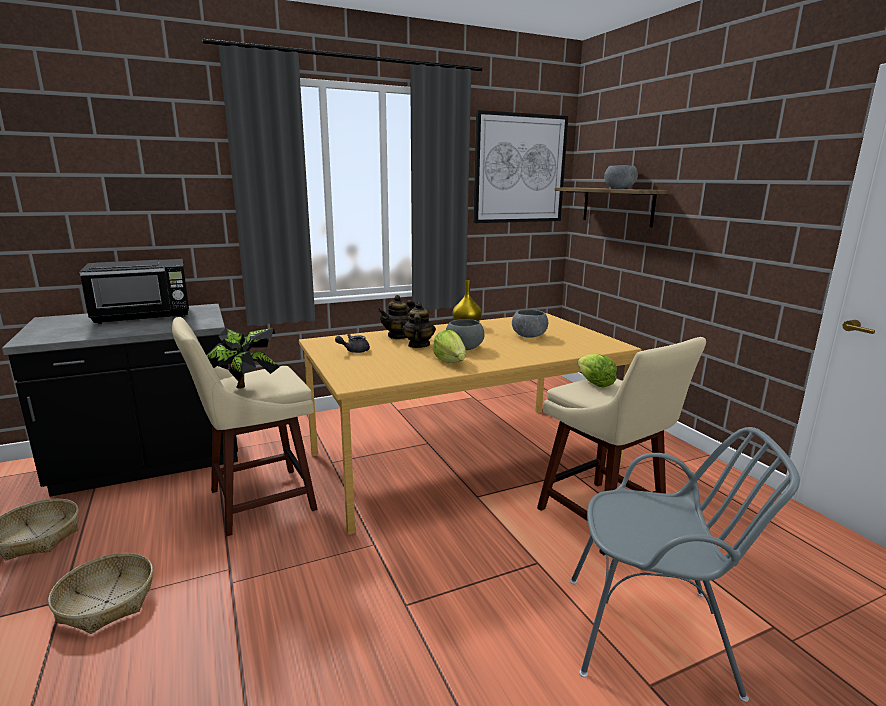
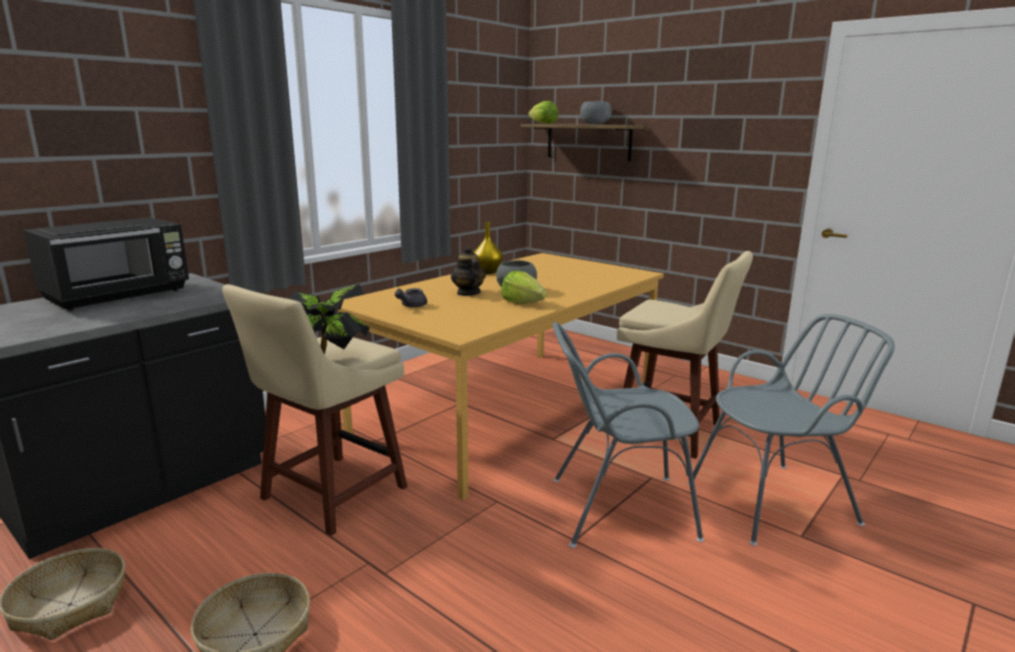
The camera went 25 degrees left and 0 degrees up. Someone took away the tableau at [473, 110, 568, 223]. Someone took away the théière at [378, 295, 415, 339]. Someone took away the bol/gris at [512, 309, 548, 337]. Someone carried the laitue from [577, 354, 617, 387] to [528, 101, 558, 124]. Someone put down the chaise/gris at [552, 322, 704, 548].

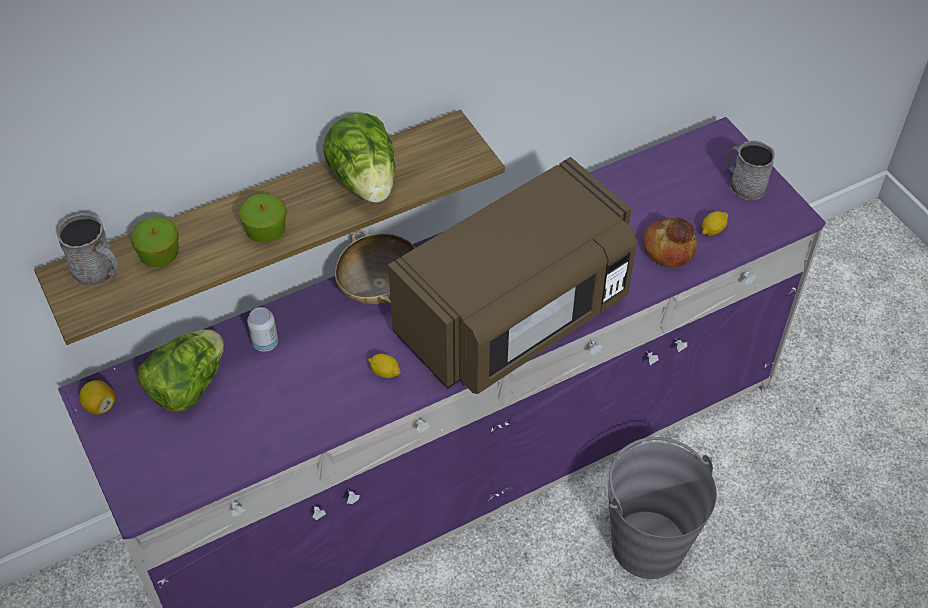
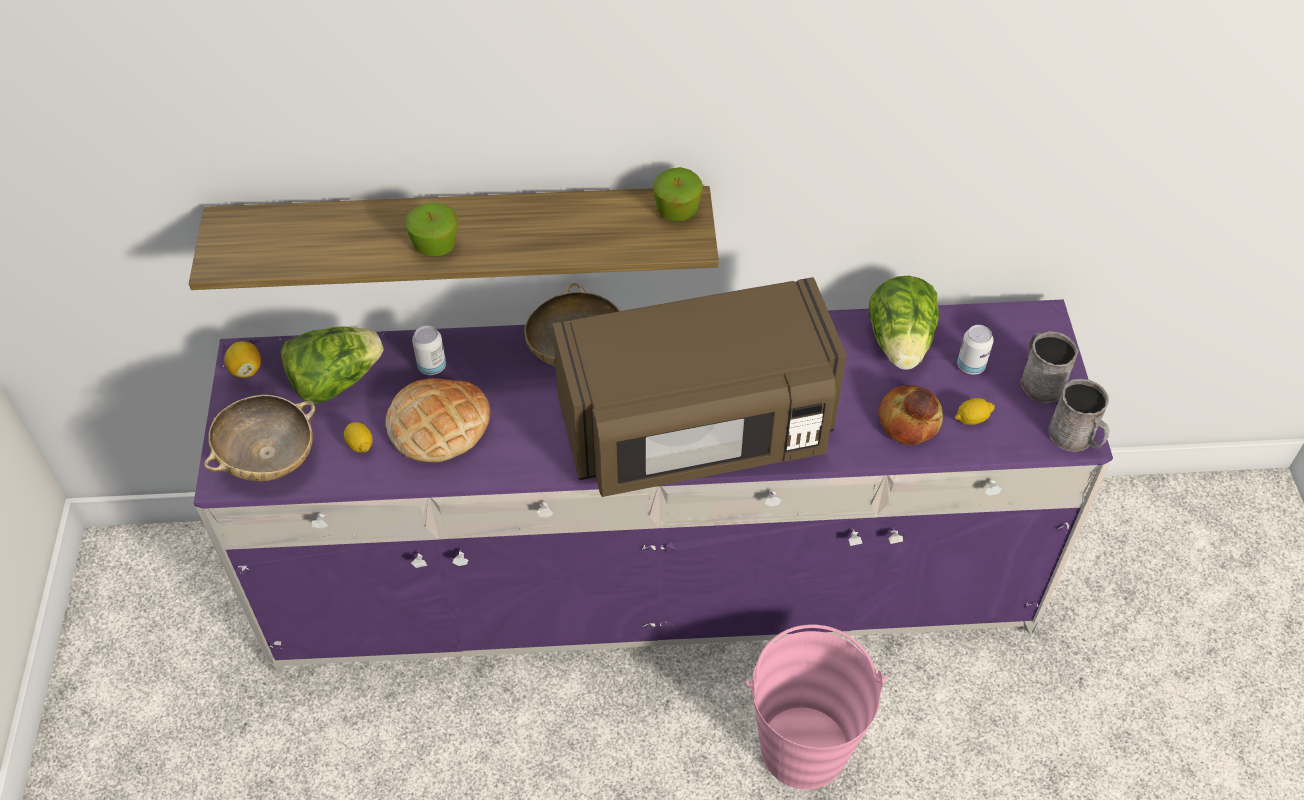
The camera went 25 degrees right and 0 degrees up. Someone carried the laitue from [323, 113, 395, 202] to [869, 276, 939, 370]. Someone carried the mug/gris from [57, 213, 119, 286] to [1049, 379, 1109, 452]. Someone carried the pomme from [131, 216, 179, 268] to [653, 167, 703, 221]. Someone carried the citron from [368, 354, 401, 378] to [344, 422, 373, 453]. Someone repainted the seau/gris at [608, 437, 717, 579], which became the seau/rose at [745, 624, 887, 790]. Someone put down the boîte métallique at [957, 325, 994, 375]. Someone put down the pain at [385, 378, 490, 463]. Someone put down the bol/beige at [204, 395, 315, 481].

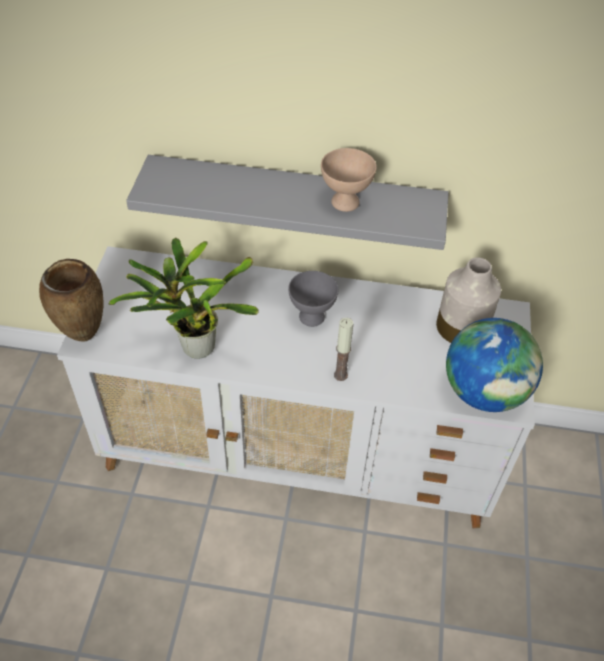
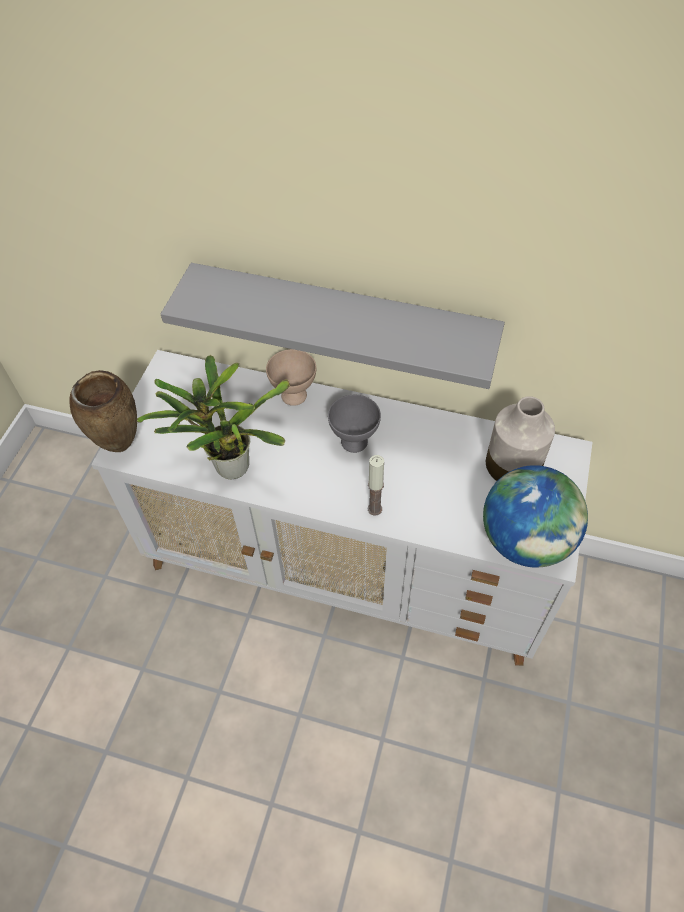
The camera went 10 degrees right and 5 degrees up. Someone carried the bol/beige from [321, 148, 377, 212] to [266, 349, 317, 406].

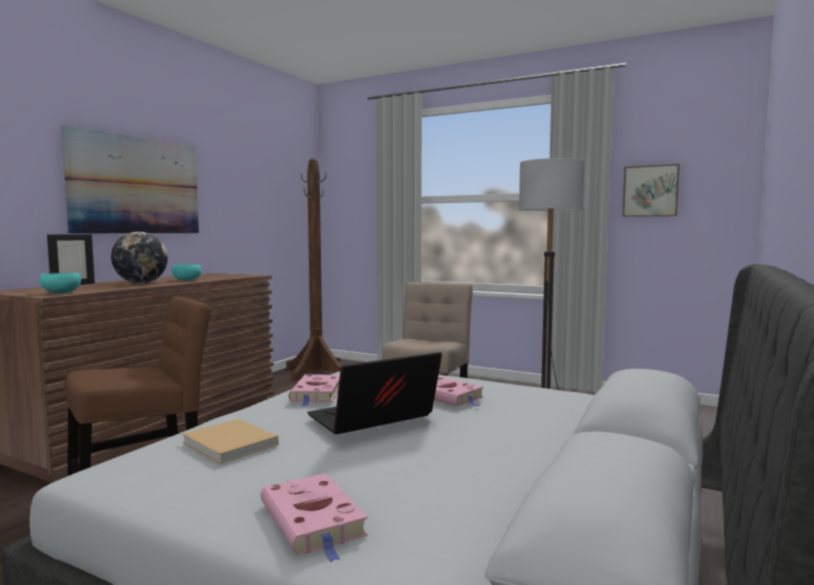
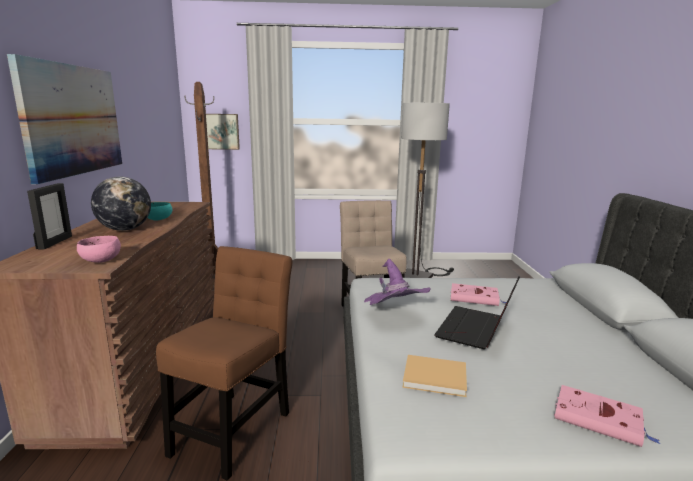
The camera went 30 degrees left and 10 degrees up. Someone carried the tableau from [622, 164, 680, 217] to [206, 114, 240, 150]. Someone repainted the bol/turquoise at [40, 273, 81, 294], which became the bol/rose at [77, 236, 121, 263]. Someone swapped the livre/rose at [288, 374, 340, 407] for the chapeau/violet at [364, 259, 431, 305].

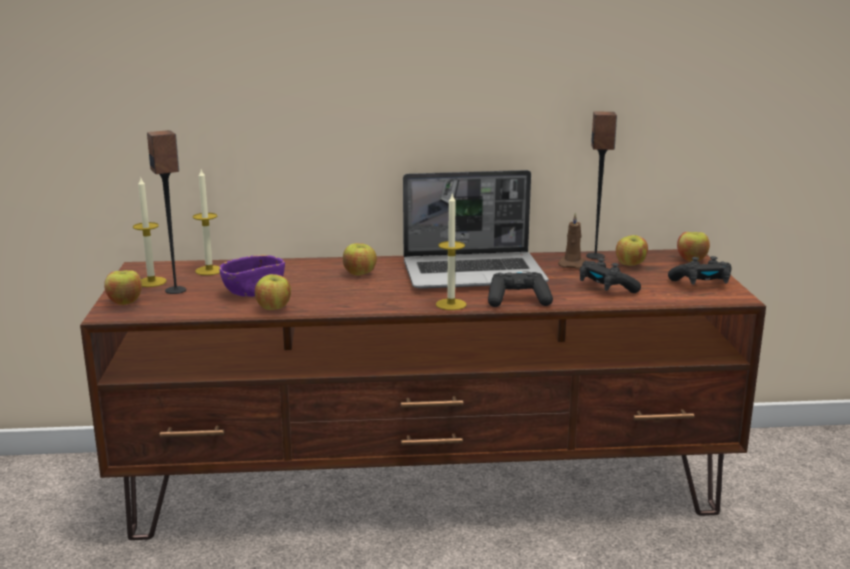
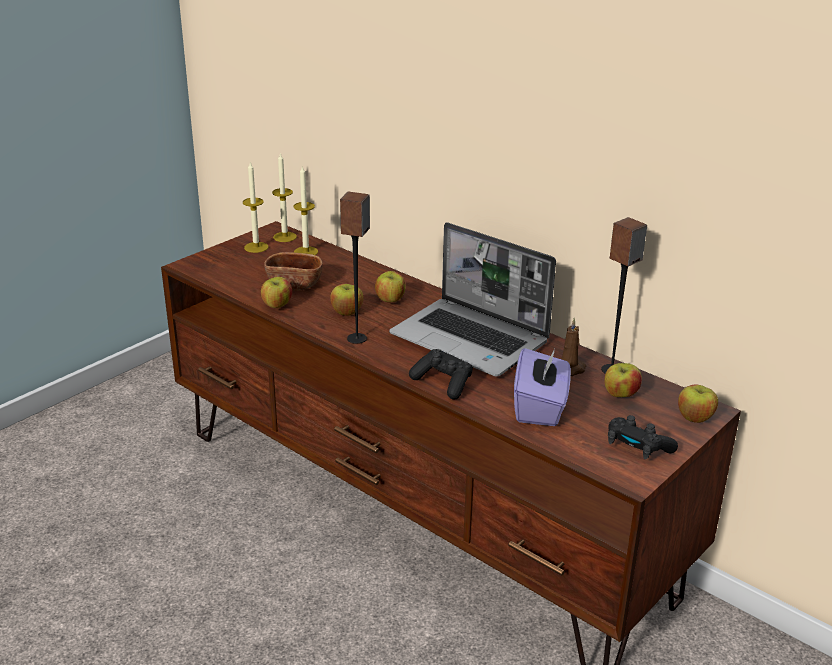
The camera went 45 degrees right and 10 degrees up. Someone carried the enceinte from [147, 130, 186, 294] to [340, 192, 370, 344]. Someone carried the bougie from [436, 194, 466, 310] to [272, 153, 297, 242]. Someone repainted the bol/violet at [219, 255, 285, 297], which became the bol/marron at [264, 252, 323, 291]. Someone swapped the manette/noir at [580, 258, 641, 293] for the boîte à mouchoirs/violet at [514, 347, 571, 426]. Someone carried the pomme from [104, 270, 142, 305] to [330, 284, 364, 316].

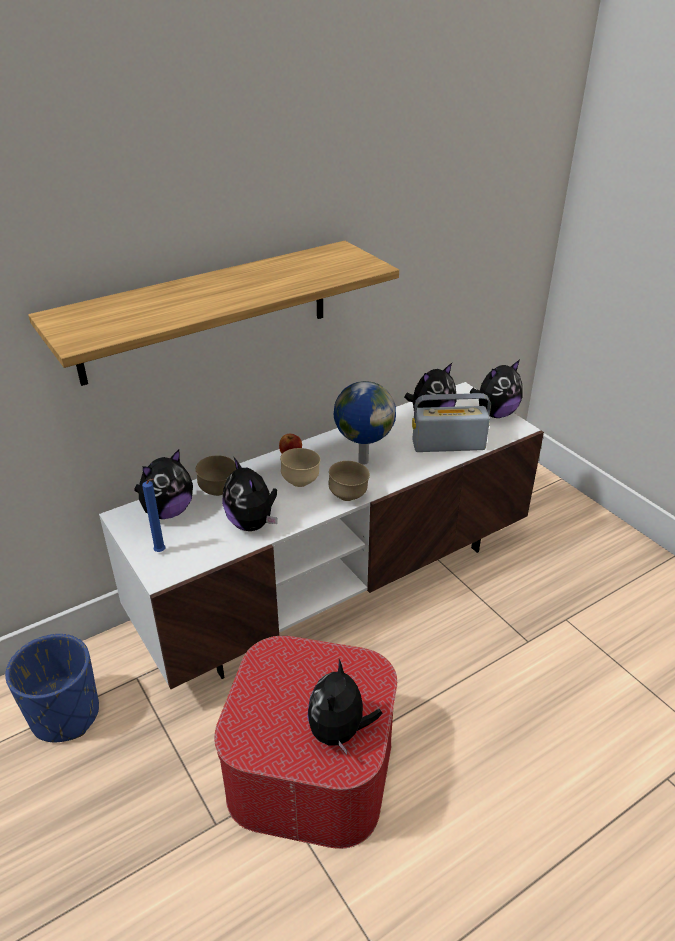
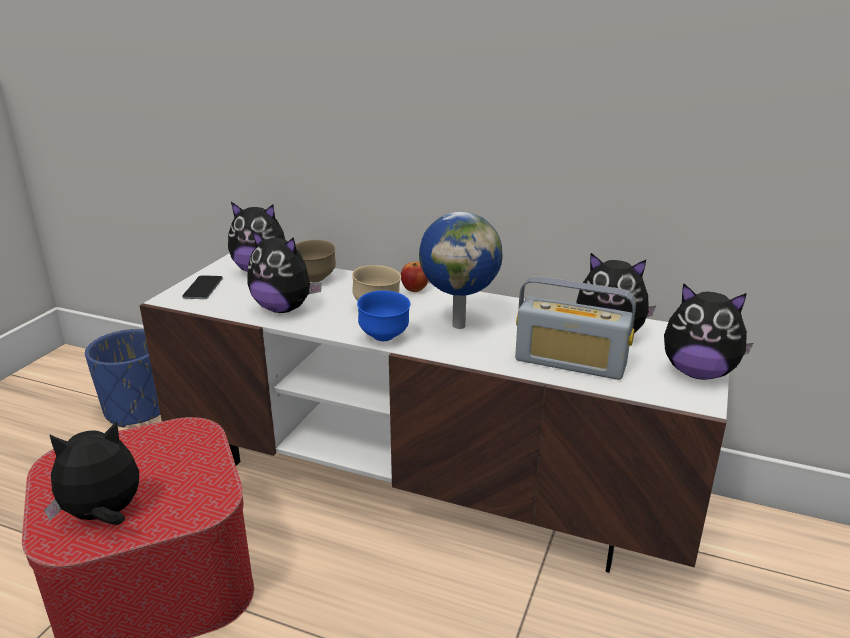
The camera went 55 degrees right and 10 degrees down. Someone took away the étagère at [28, 241, 399, 386]. Someone rotated the radio at [412, 393, 491, 452] by 150 degrees clockwise. Someone rotated the peluche at [222, 457, 277, 531] by 90 degrees counterclockwise. Someone repainted the bol/marron at [328, 461, 370, 501], which became the bol/bleu at [357, 290, 411, 341]. Someone swapped the bougie/bleu at [142, 479, 166, 552] for the téléphone at [182, 275, 223, 299].

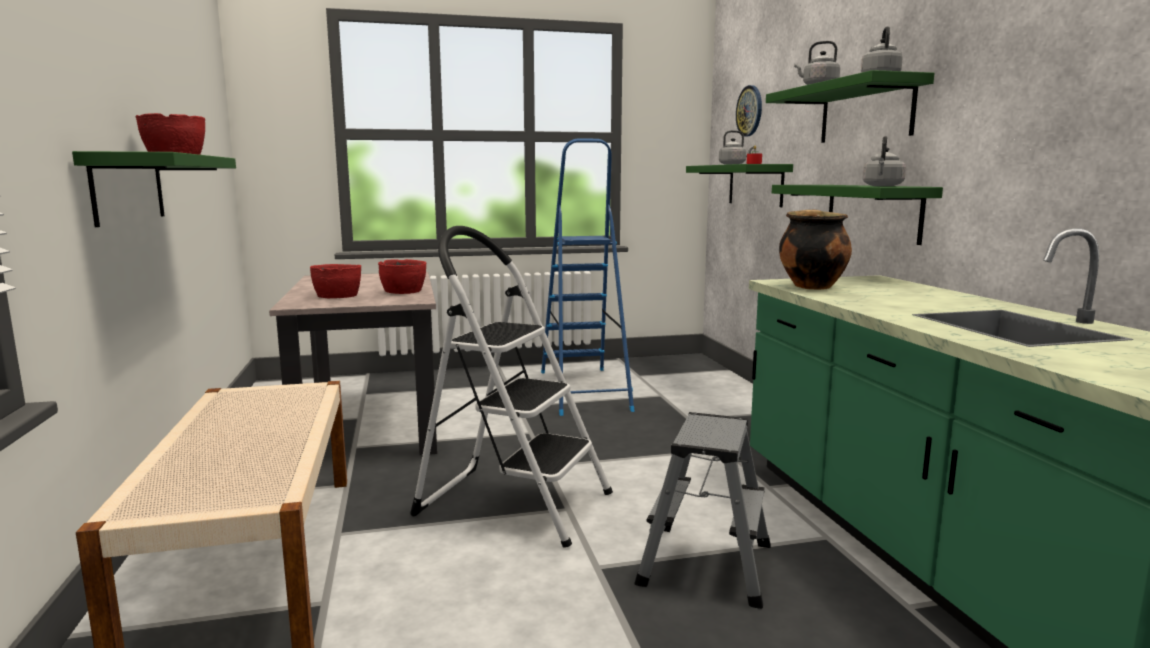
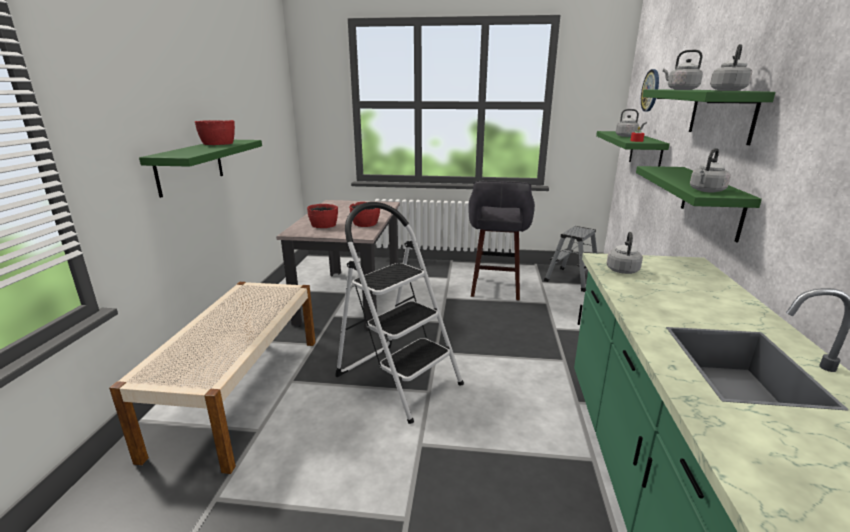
The camera went 20 degrees right and 10 degrees up. Someone swapped the escabeau/bleu at [541, 139, 634, 416] for the tabouret/gris at [468, 181, 535, 301]. Someone swapped the marmite at [779, 209, 852, 290] for the bouilloire/gris at [607, 232, 643, 274]. Someone carried the escabeau/gris from [634, 412, 771, 609] to [544, 226, 597, 292].

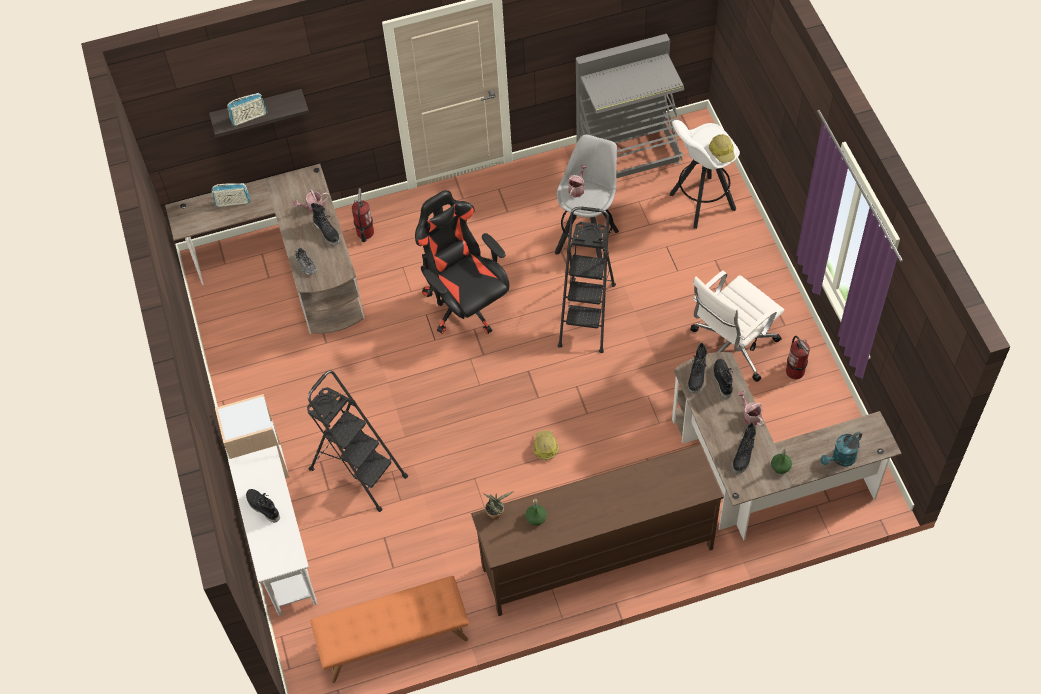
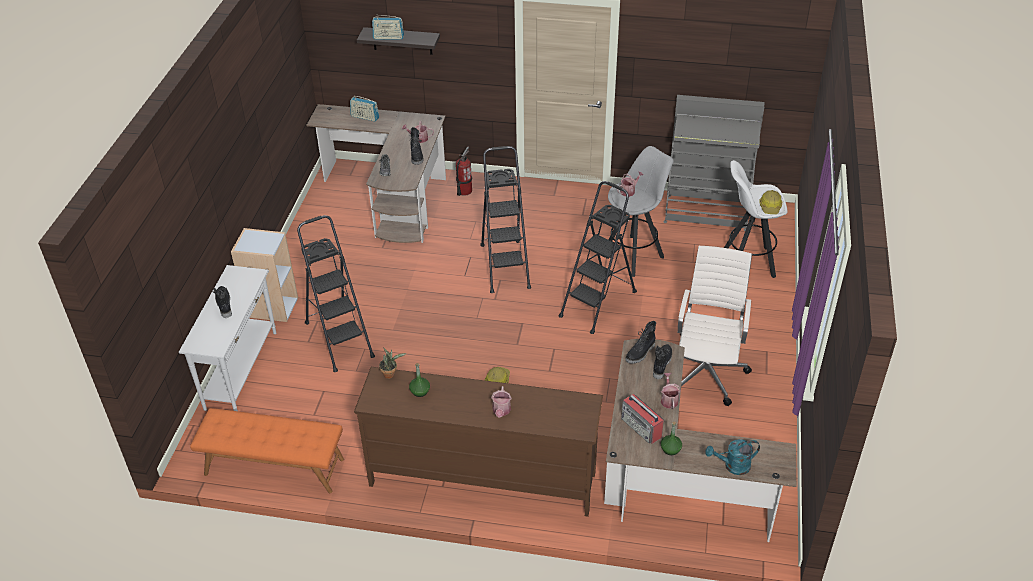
The camera went 25 degrees right and 15 degrees down. Someone swapped the chaise de bureau/noir at [415, 190, 509, 334] for the escabeau at [480, 146, 531, 293]. Someone rotated the chaise de bureau/blanc at [691, 271, 784, 382] by 120 degrees clockwise. Someone took away the extincteur at [786, 336, 810, 379]. Someone swapped the botte/noir at [732, 423, 756, 474] for the radio at [621, 394, 664, 444]. Someone put down the arrosoir at [491, 386, 512, 418].

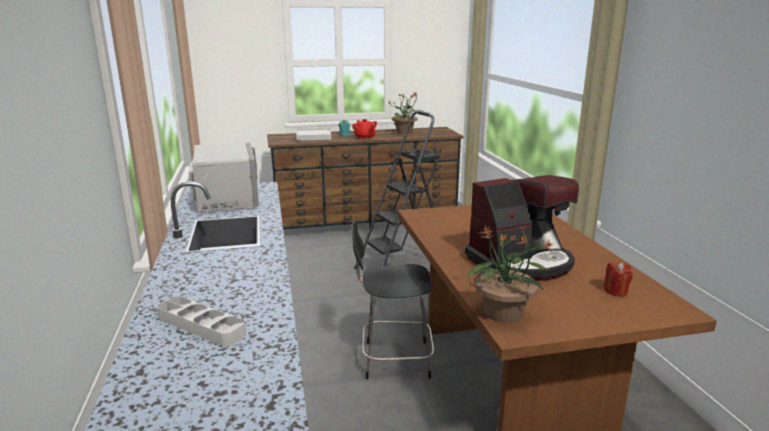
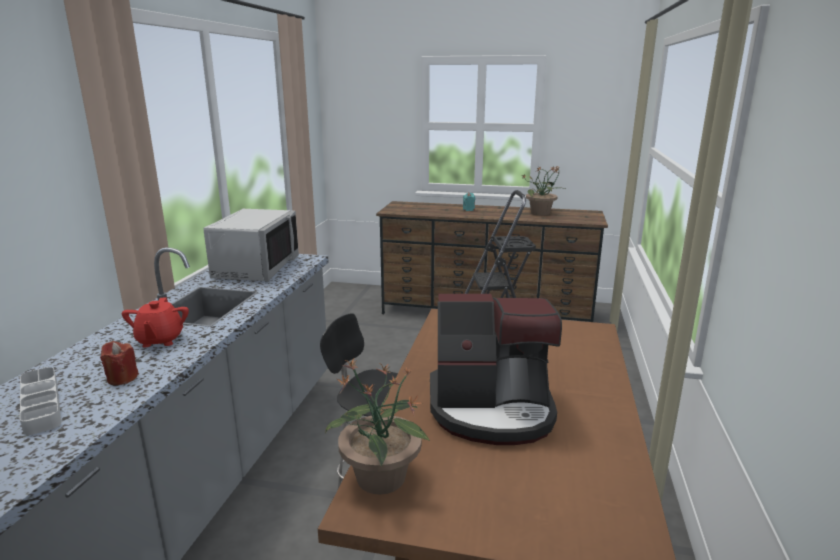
The camera went 25 degrees right and 0 degrees up. Someone carried the théière/rouge from [352, 119, 377, 140] to [122, 297, 189, 348]. Someone took away the plateau/blanc at [296, 128, 331, 141]. Someone carried the bougie/rouge from [603, 262, 633, 297] to [100, 341, 139, 385].

